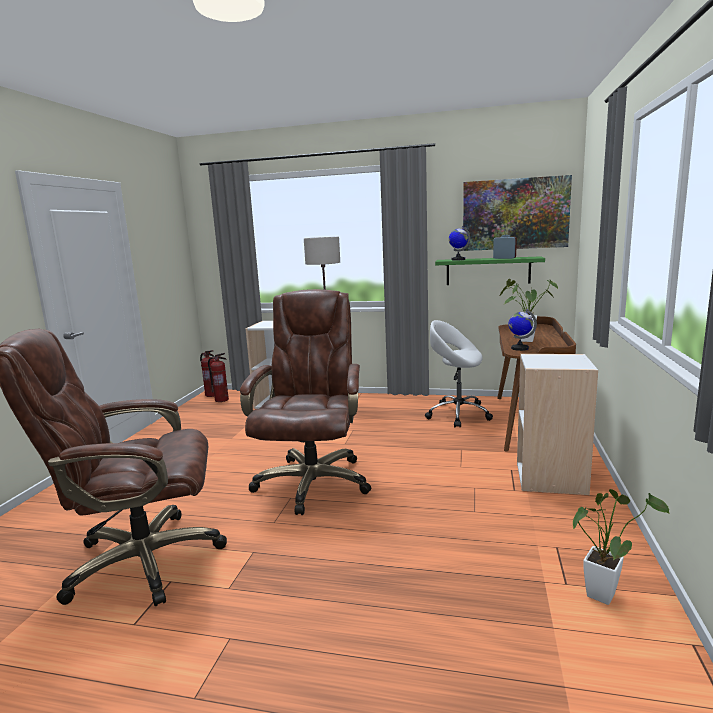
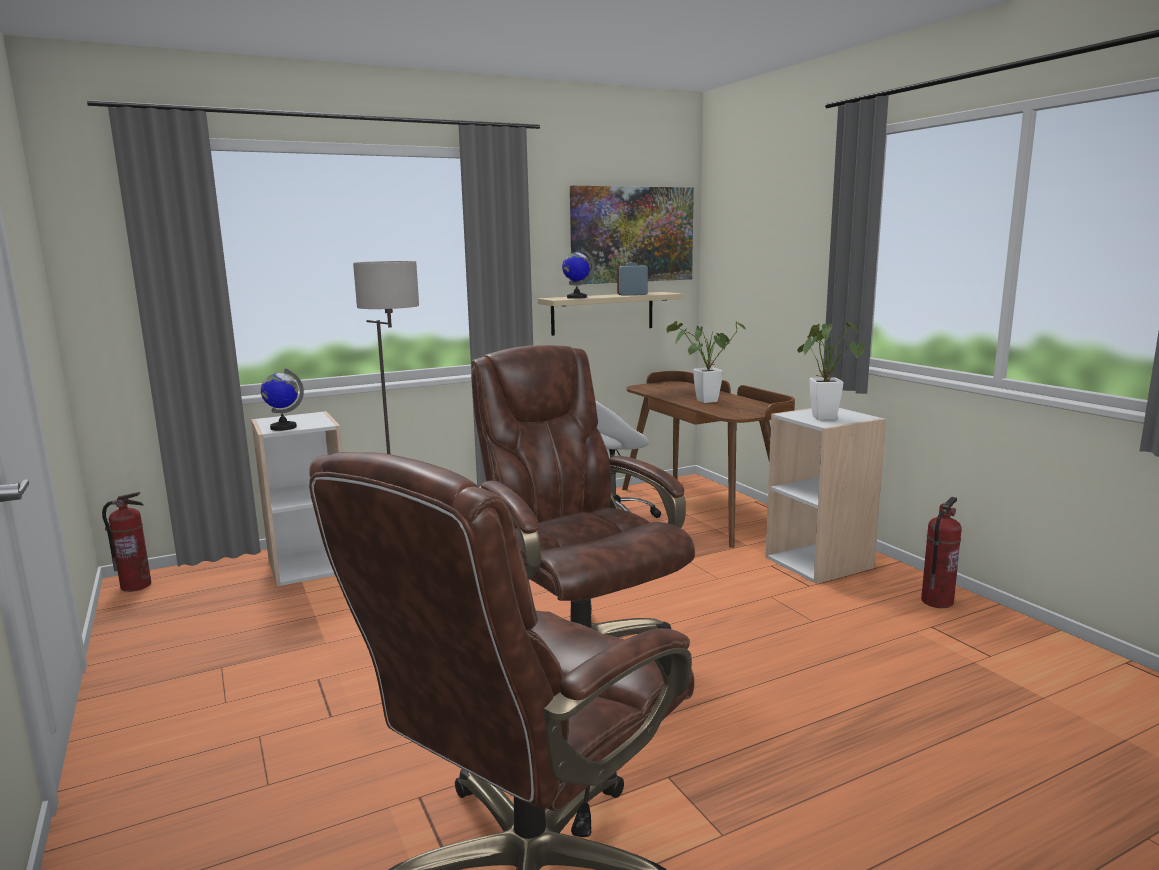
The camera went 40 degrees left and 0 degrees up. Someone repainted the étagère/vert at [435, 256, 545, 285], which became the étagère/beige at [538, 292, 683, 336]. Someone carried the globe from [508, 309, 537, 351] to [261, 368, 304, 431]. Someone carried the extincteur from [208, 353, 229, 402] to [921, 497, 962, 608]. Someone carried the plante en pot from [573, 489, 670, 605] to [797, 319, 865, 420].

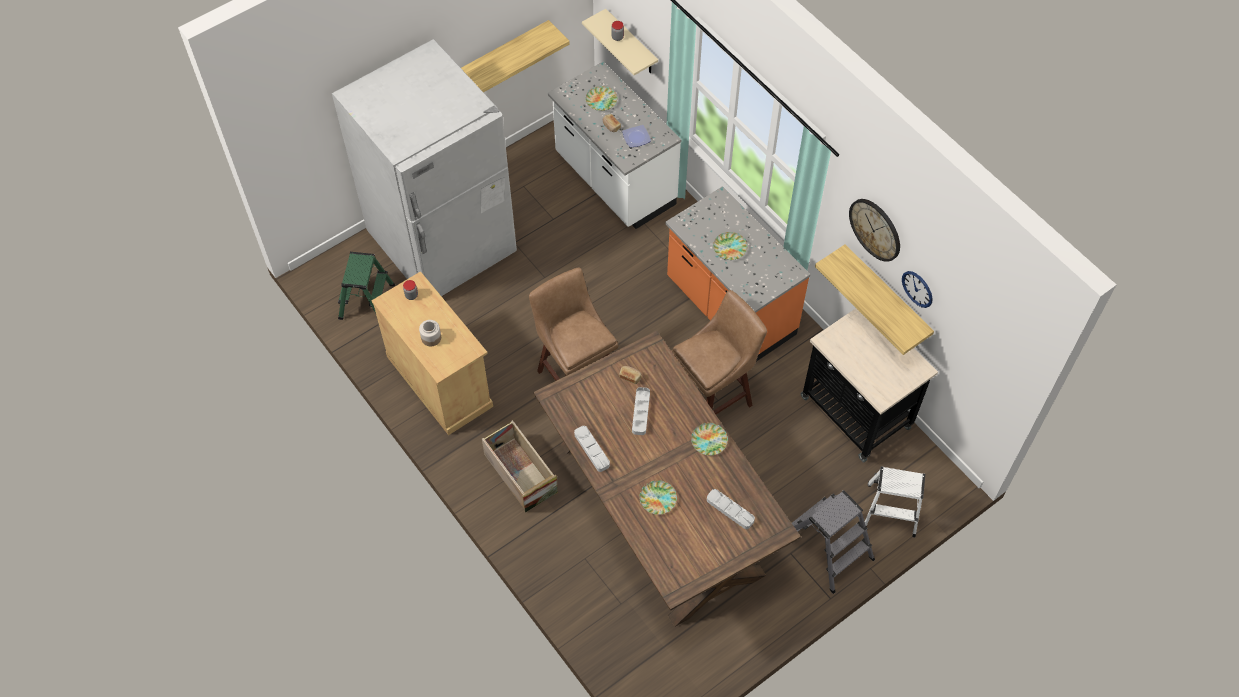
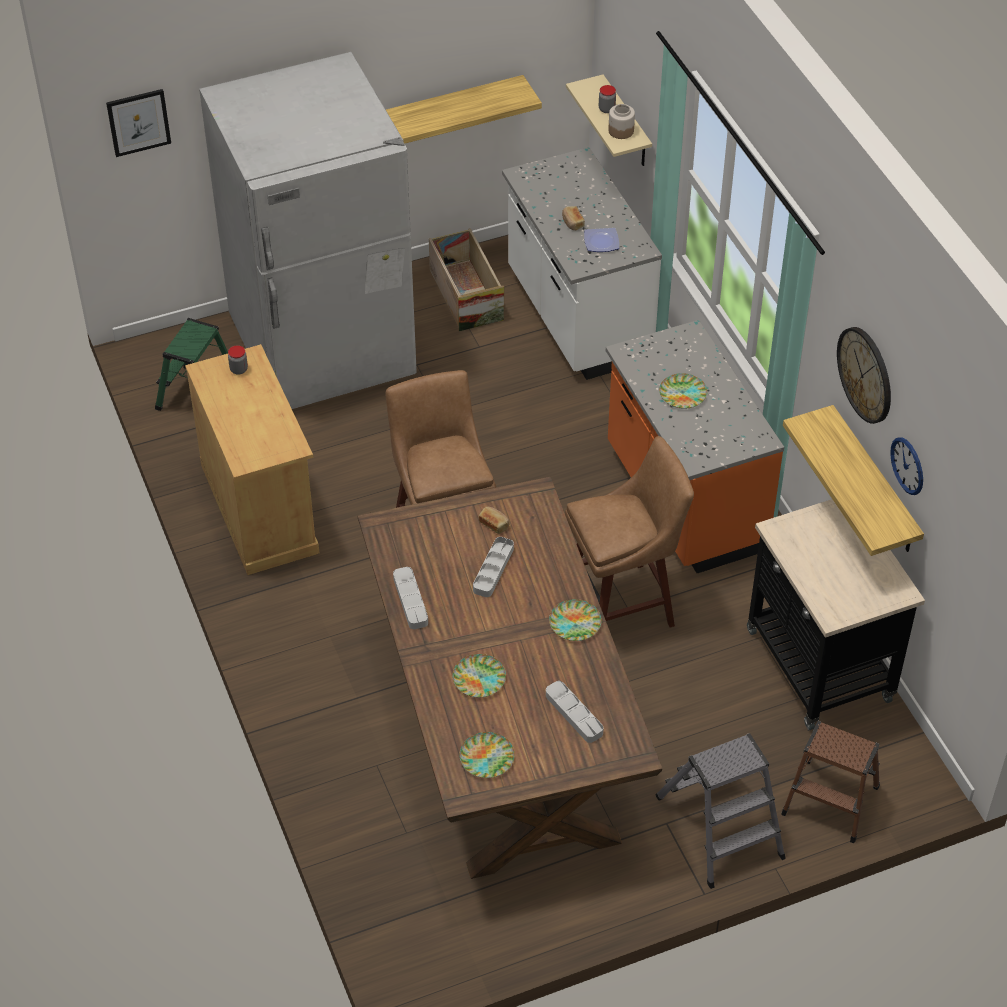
The camera went 15 degrees right and 10 degrees down. Someone carried the assiette from [586, 86, 618, 111] to [459, 732, 515, 778]. Someone carried the bocal from [419, 320, 441, 347] to [608, 104, 635, 139]. Someone carried the caisse from [482, 420, 558, 513] to [429, 228, 504, 332]. Someone repainted the escabeau/blanc at [864, 466, 925, 537], which became the escabeau/marron at [781, 721, 880, 843]. Someone put up the tableau at [106, 89, 171, 157].

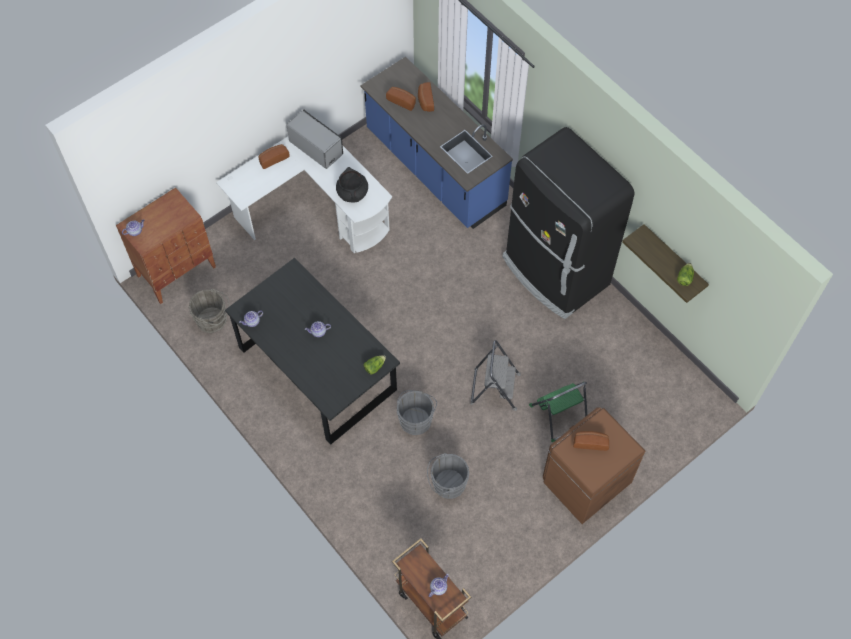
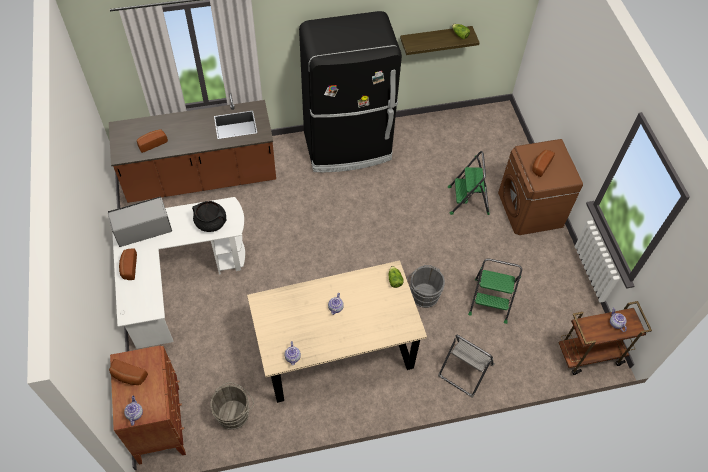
The camera went 65 degrees left and 5 degrees down. Someone repainted the comptoir de cuisine/bleu at [360, 57, 513, 229], which became the comptoir de cuisine/marron at [109, 93, 276, 203]. Someone carried the pain from [418, 82, 434, 112] to [109, 359, 148, 385]. Someone repainted the table à manger/noir at [225, 258, 400, 445], which became the table à manger/beige at [247, 261, 427, 403]. Someone carried the escabeau/gris from [470, 340, 521, 411] to [438, 335, 495, 398]. Someone swapped the seau/gris at [427, 453, 469, 499] for the escabeau/vert at [468, 259, 522, 324].

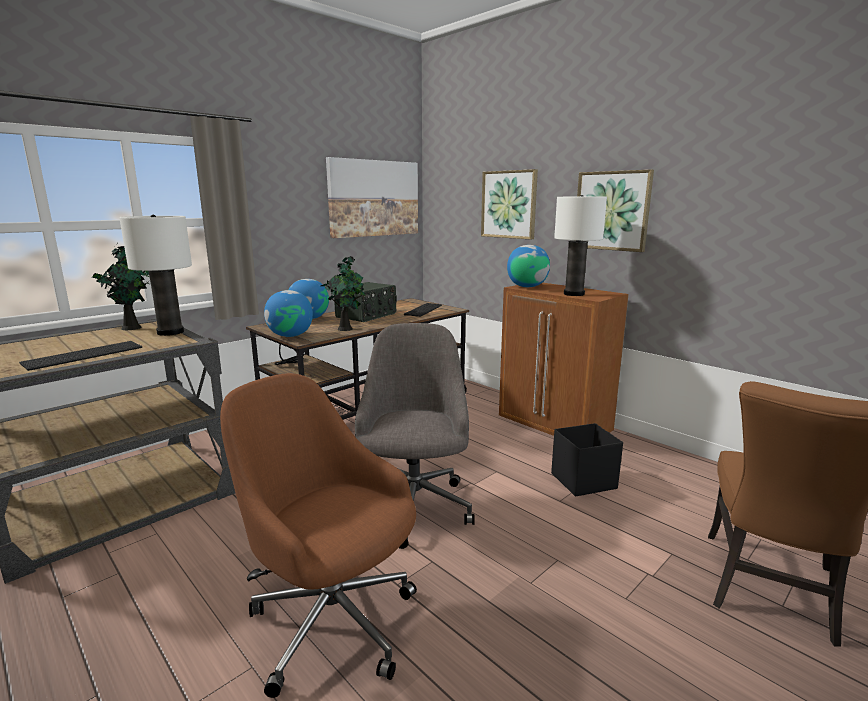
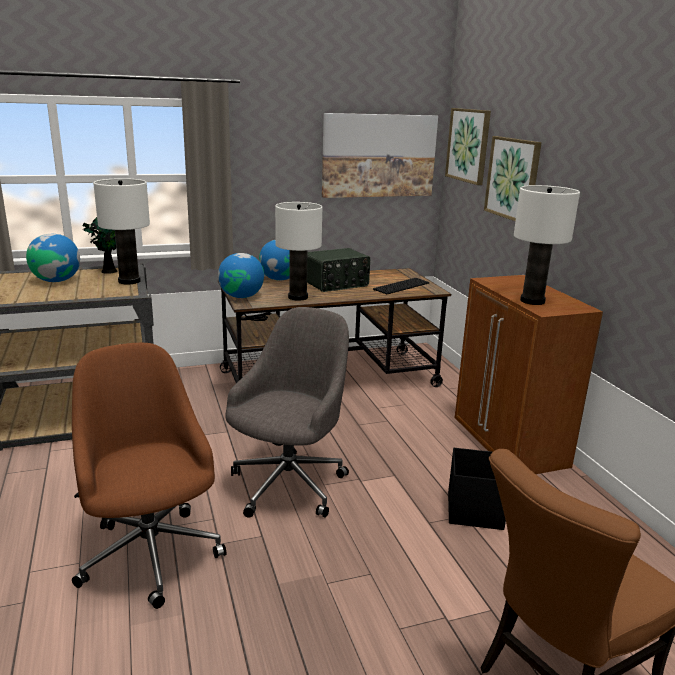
The camera went 25 degrees right and 5 degrees up. Someone carried the tableau from [574, 170, 654, 252] to [445, 108, 491, 185]. Someone carried the globe from [507, 245, 550, 287] to [26, 234, 80, 282]. Someone swapped the plante en pot at [321, 256, 366, 331] for the lampe de table/blanc at [275, 202, 322, 301]. Someone took away the clavier at [19, 341, 142, 371].

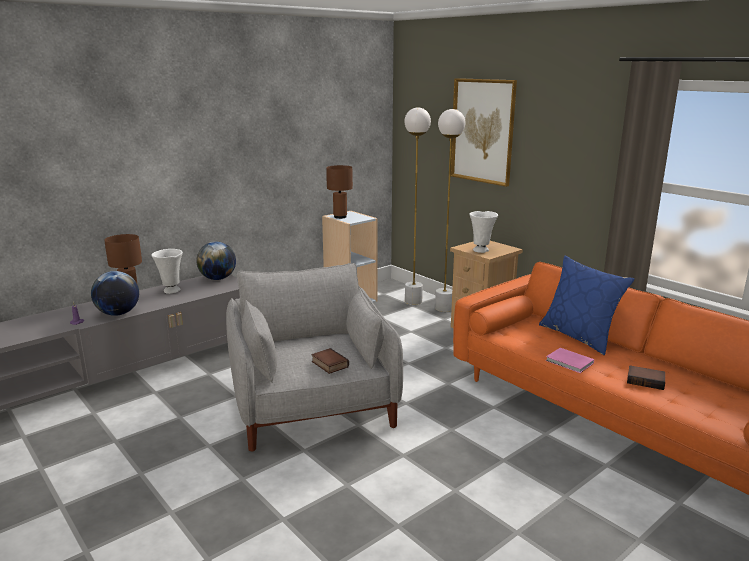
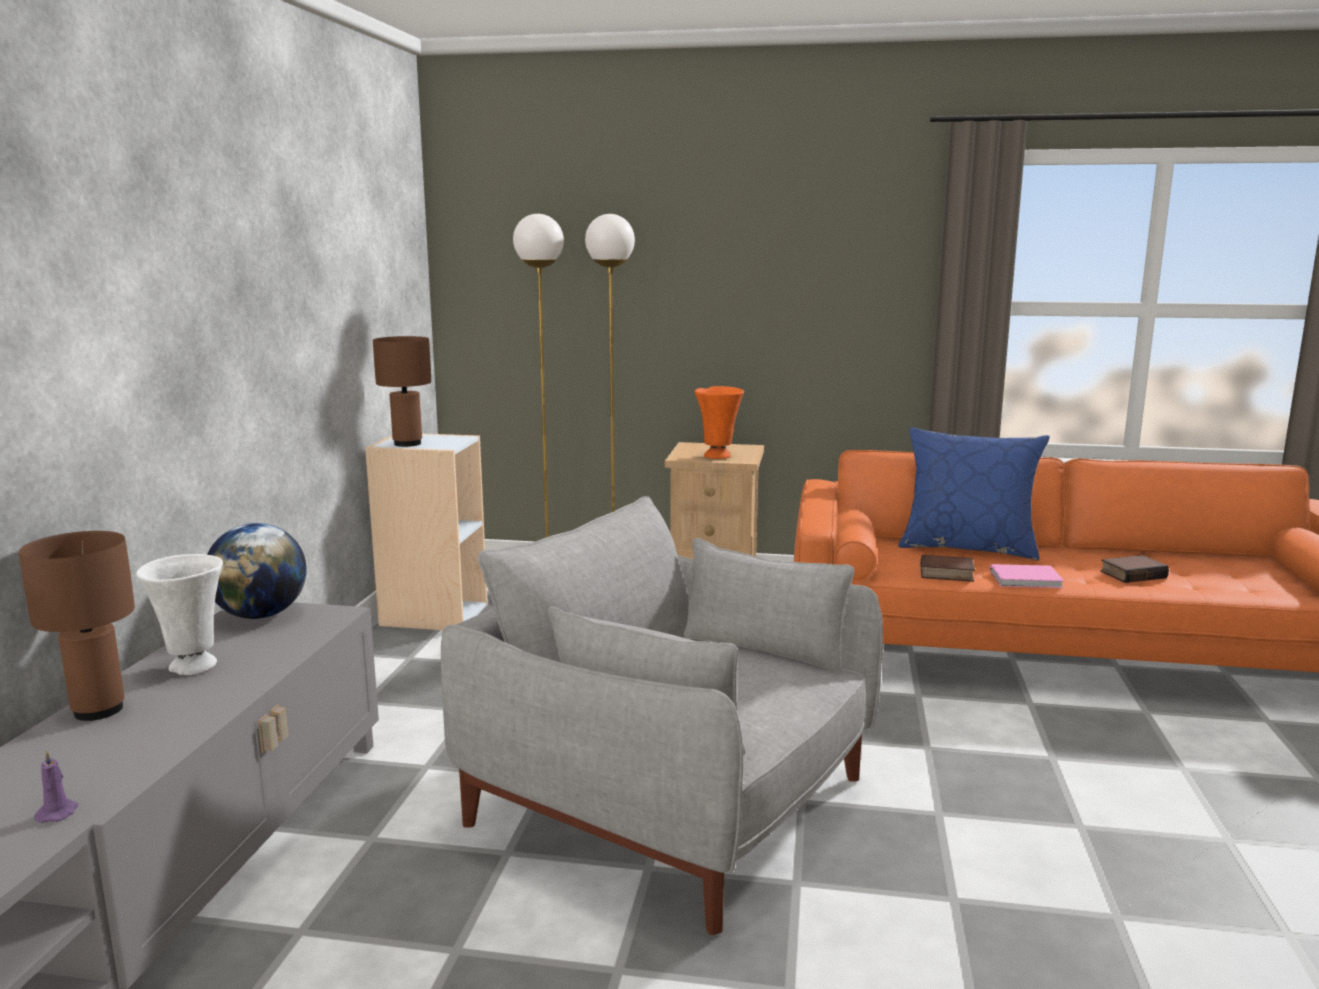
The camera went 40 degrees left and 5 degrees down. Someone took away the tableau at [451, 78, 517, 187]. Someone repainted the vase/blanc at [469, 211, 498, 253], which became the vase/orange at [695, 386, 744, 459]. Someone took away the globe at [91, 271, 139, 316]. Someone carried the livre from [311, 348, 349, 374] to [921, 555, 975, 582].

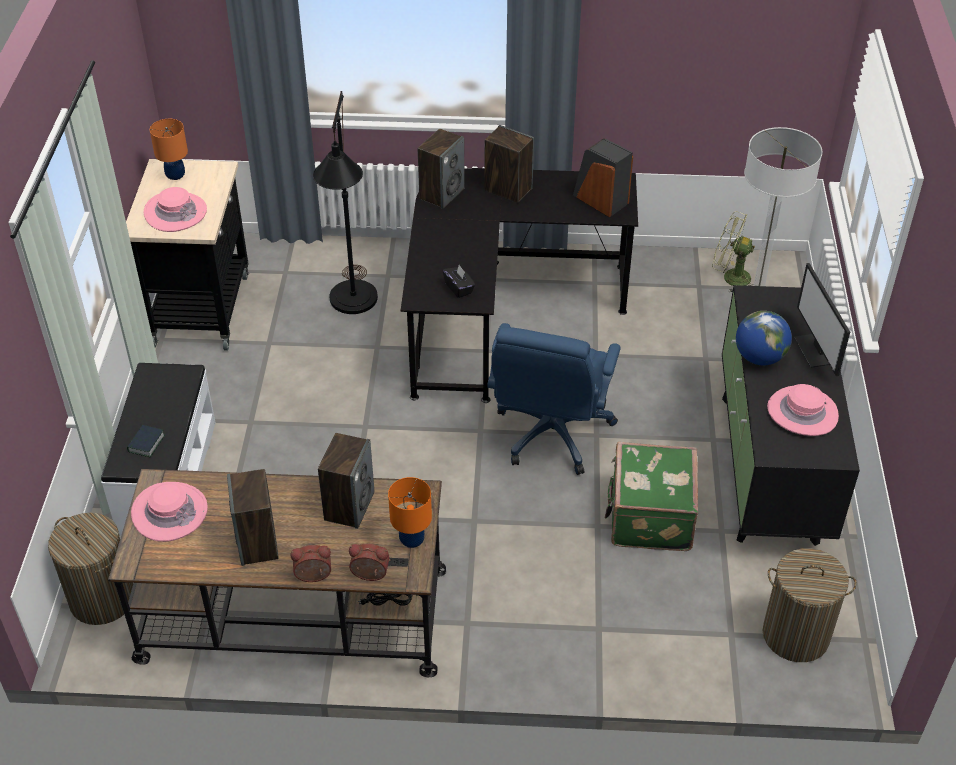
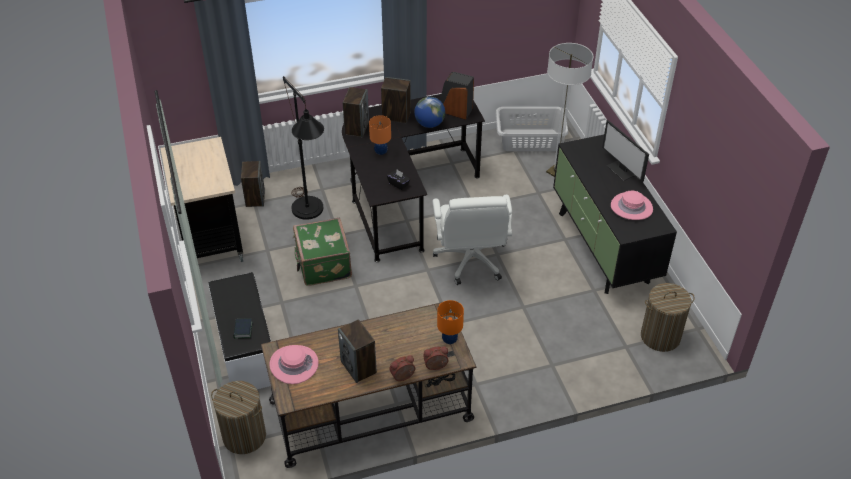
The camera went 20 degrees left and 0 degrees up. Someone carried the lampe de table/orange from [150, 119, 188, 180] to [369, 115, 391, 155]. Someone took away the chapeau/rose at [144, 187, 207, 232]. Someone swapped the ventilateur/vert at [712, 211, 755, 292] for the panier à linge/gris at [495, 107, 568, 151]. Someone carried the globe from [736, 311, 792, 366] to [414, 97, 445, 128]. Someone repainted the chaise de bureau/bleu at [487, 323, 620, 475], which became the chaise de bureau/blanc at [433, 195, 512, 285]. Someone carried the enceinte from [318, 433, 374, 529] to [241, 161, 265, 207]. Someone carried the valise/vert from [605, 442, 698, 551] to [293, 218, 352, 286].

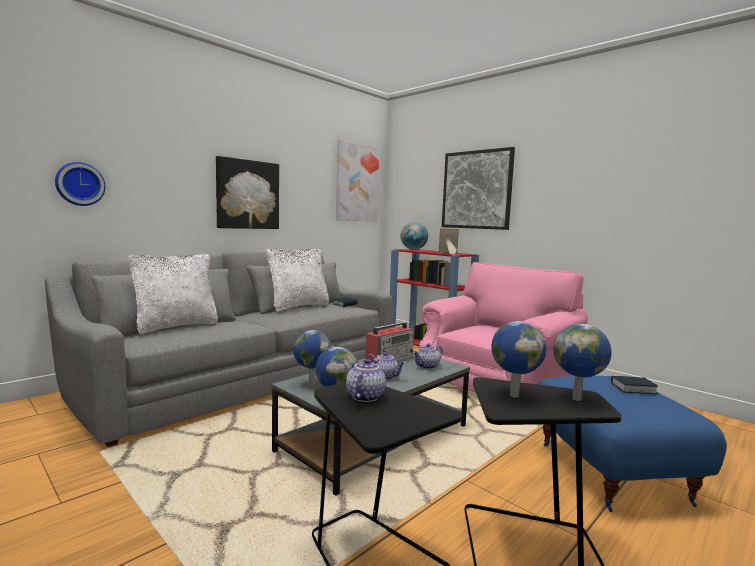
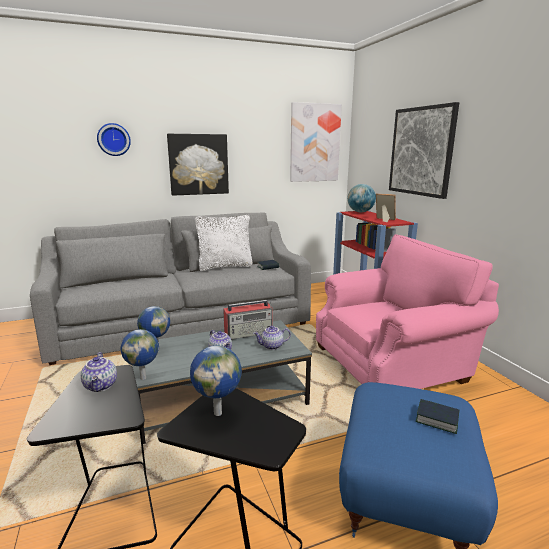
The camera went 25 degrees right and 10 degrees up. Someone carried the horloge murale from [55, 162, 106, 206] to [97, 123, 131, 156]. Someone took away the coussin/blanc at [127, 253, 218, 334]. Someone took away the globe at [554, 324, 611, 401]. Someone rotated the théière at [346, 359, 386, 402] by 120 degrees clockwise.

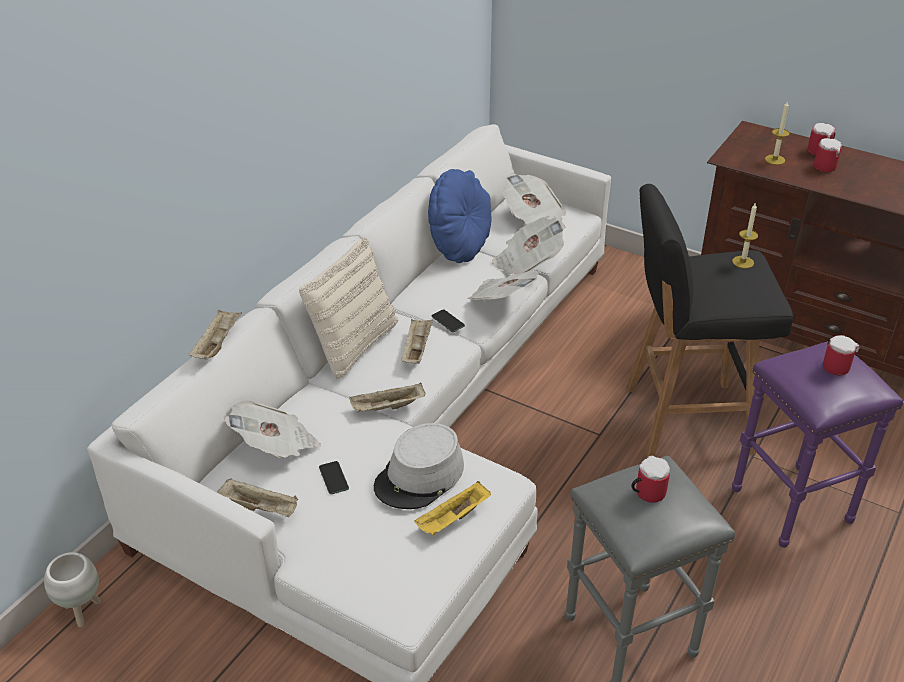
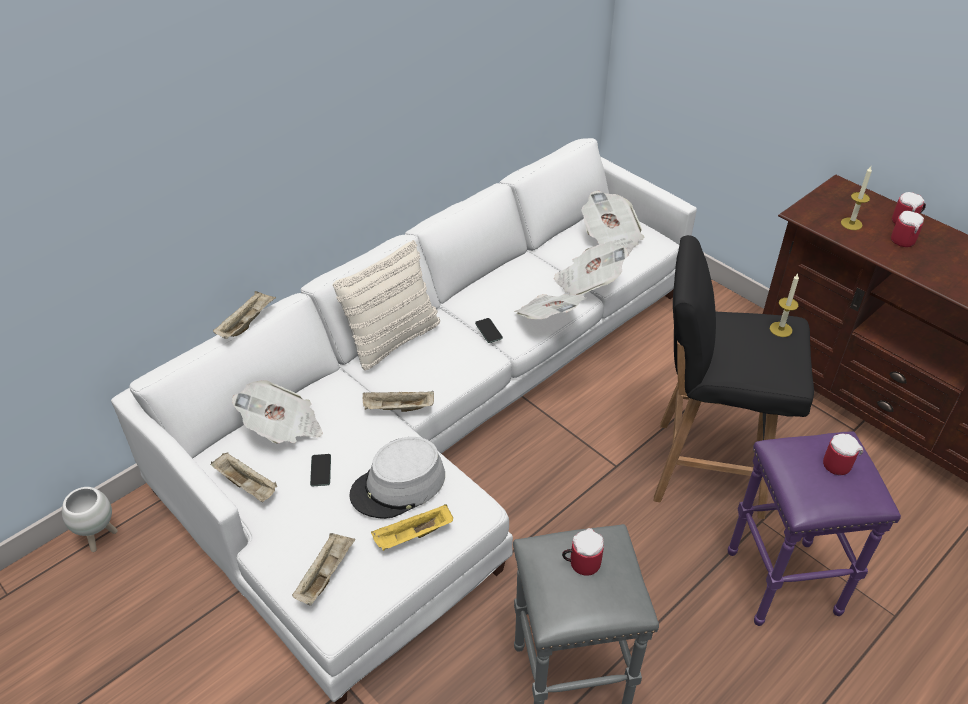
The camera went 15 degrees right and 5 degrees up. Someone took away the coussin/bleu at [428, 169, 492, 263]. Someone carried the plateau/beige from [401, 319, 433, 364] to [292, 533, 355, 606].

